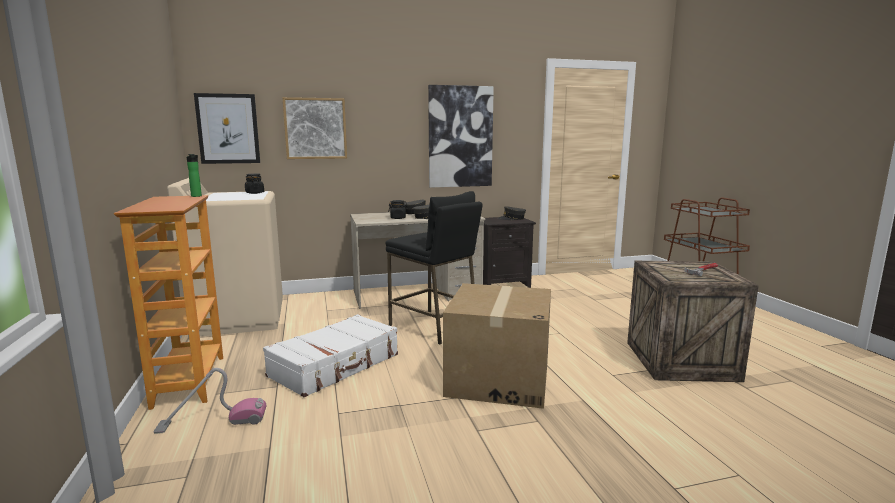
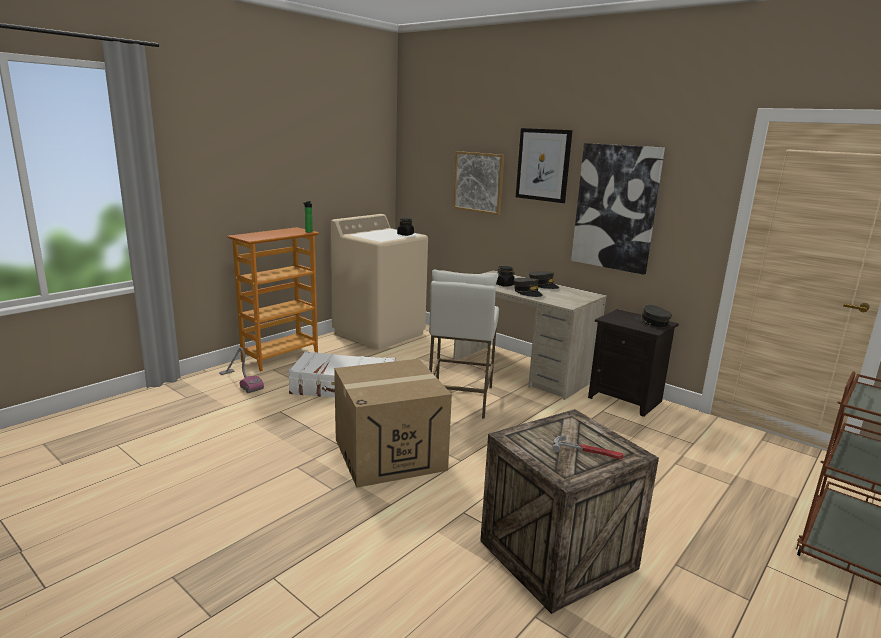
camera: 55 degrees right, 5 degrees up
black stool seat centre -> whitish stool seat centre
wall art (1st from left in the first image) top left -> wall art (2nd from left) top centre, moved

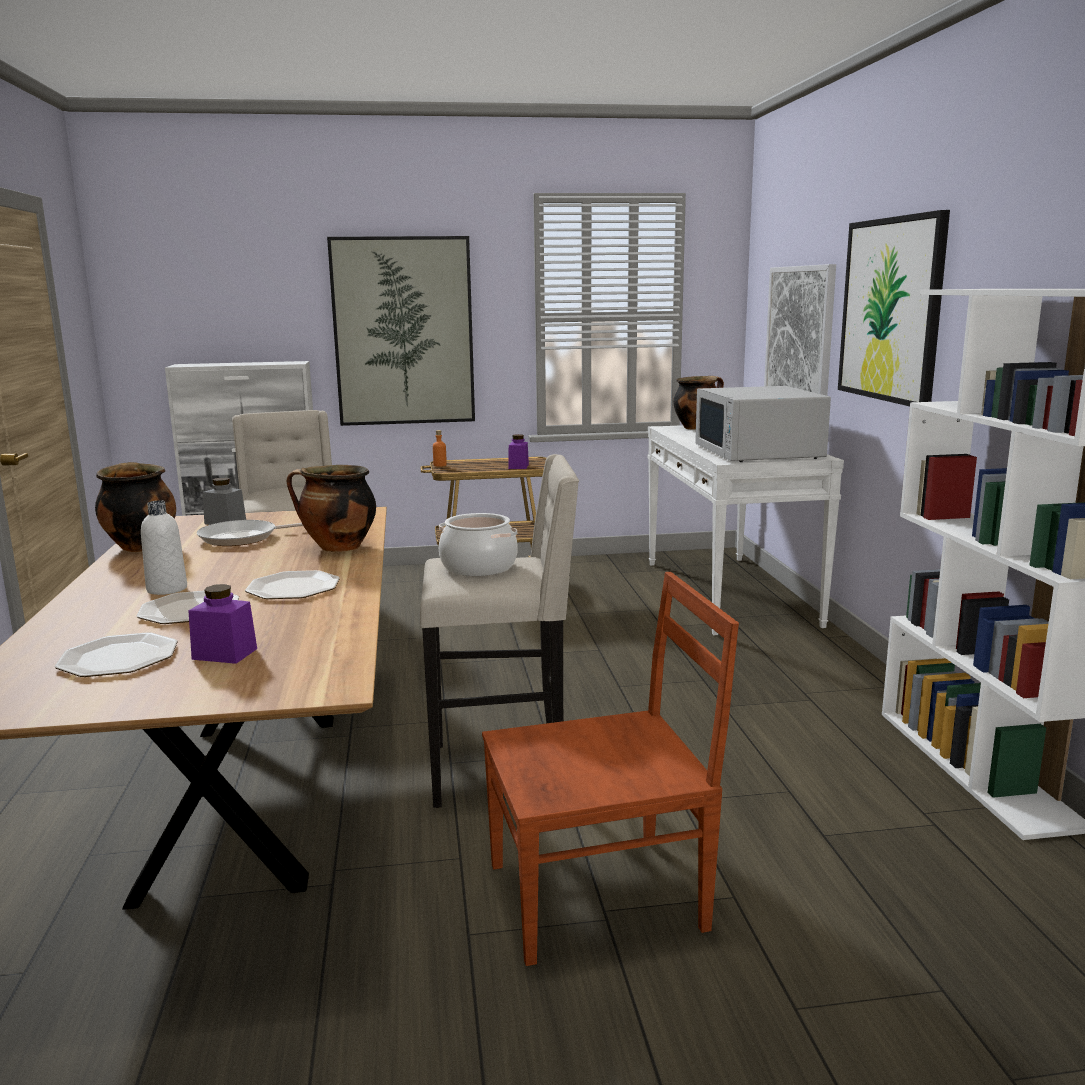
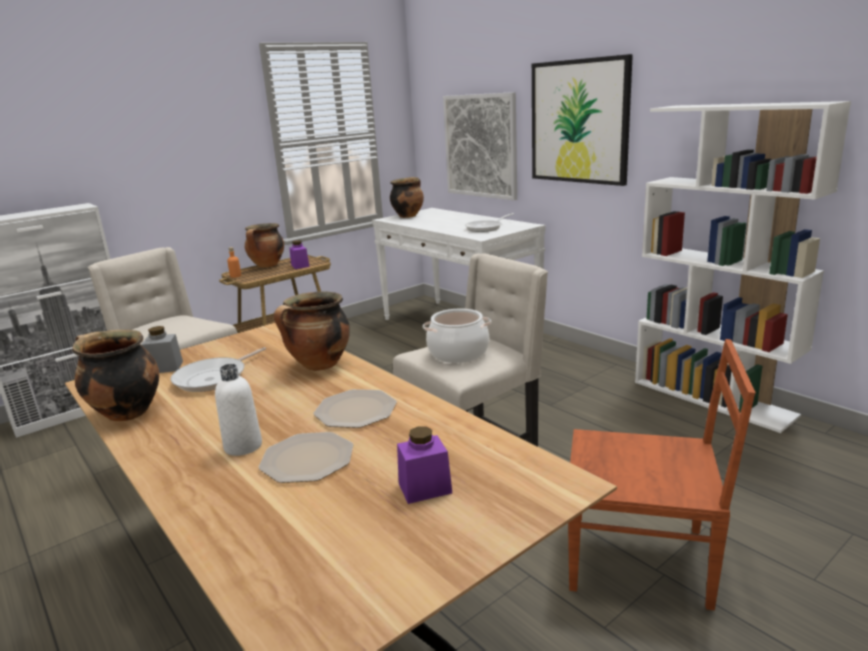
camera: 30 degrees left, 5 degrees up
none -> cooking pot (2nd from left) middle left
whitish microwave oven middle right -> frying pan (2nd from left) centre
brownish chair bottom centre -> brownish chair bottom right, 60 degrees clockwise
plate (1st from left) middle left -> none
wall art (1st from left) top centre -> none

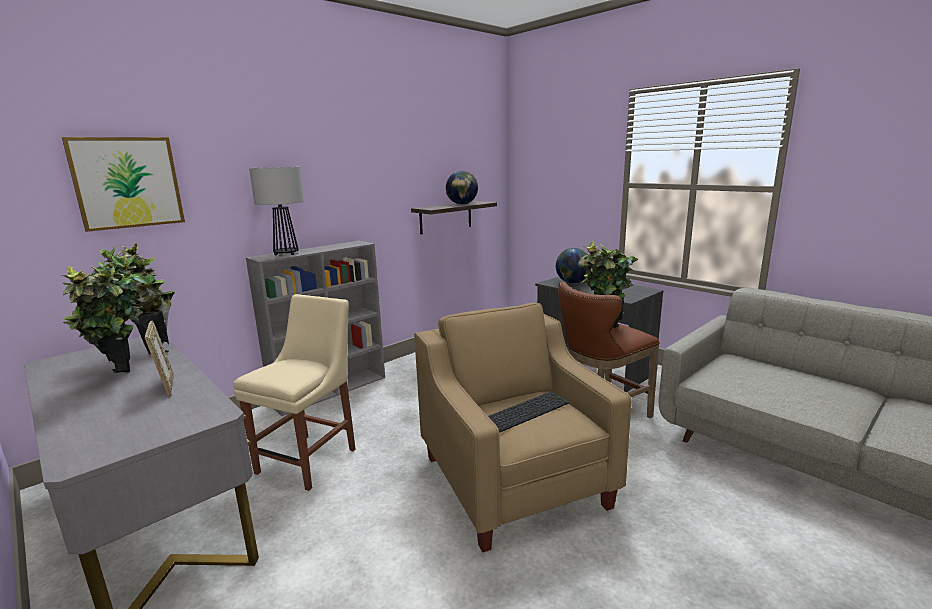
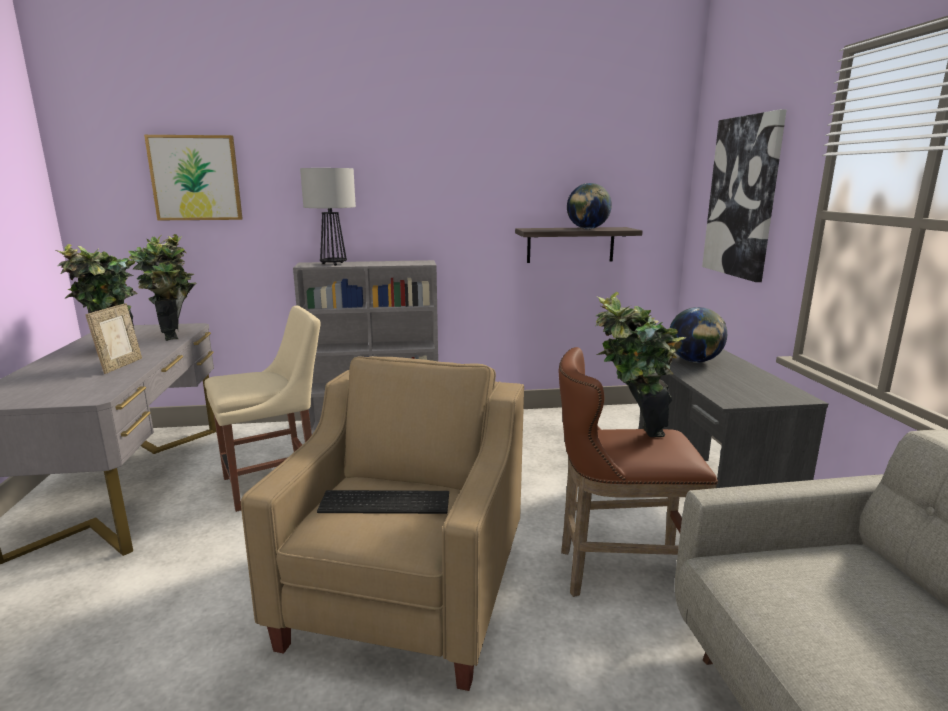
camera: 35 degrees right, 0 degrees up
none -> wall art (2nd from left) top right

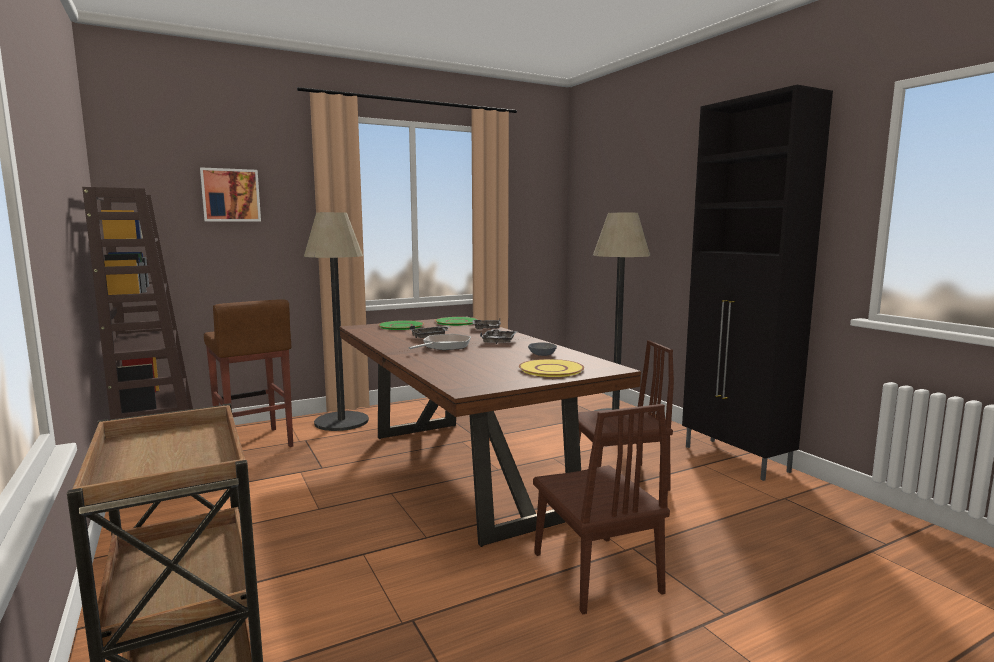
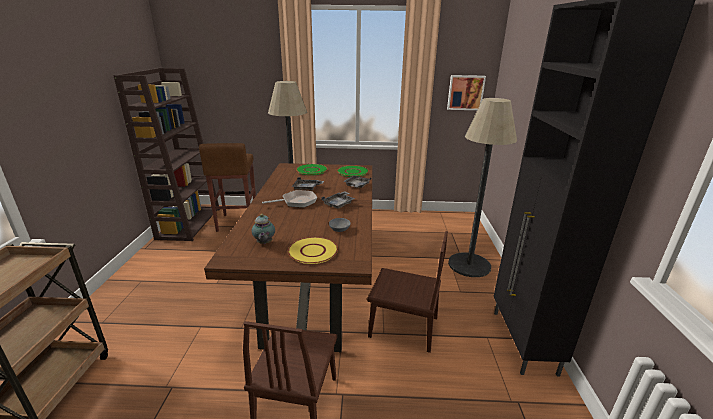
camera: 30 degrees right, 15 degrees up
none -> teapot centre
wall art top left -> wall art top centre, moved

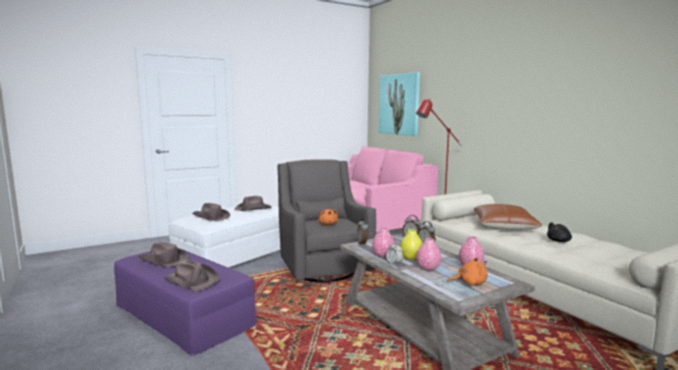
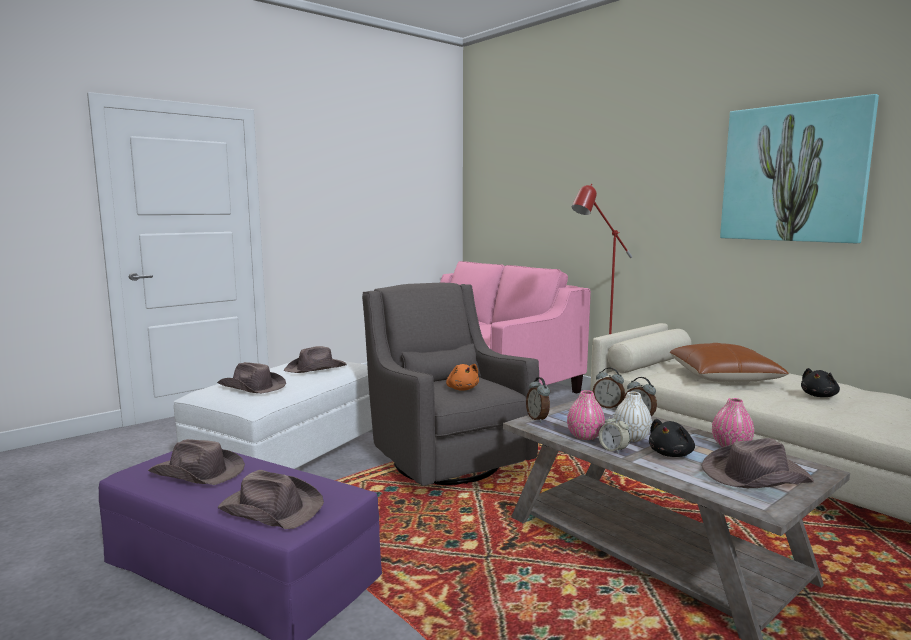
camera: 10 degrees left, 0 degrees up
yellowish decorative vase centre -> whitish decorative vase middle right
pink decorative vase (2nd from left) bottom centre -> black cuddly toy (1st from left) bottom right
orange-coloured cuddly toy (2nd from left) bottom right -> brownish hat (5th from left) bottom right
wall art top centre -> wall art top right, moved

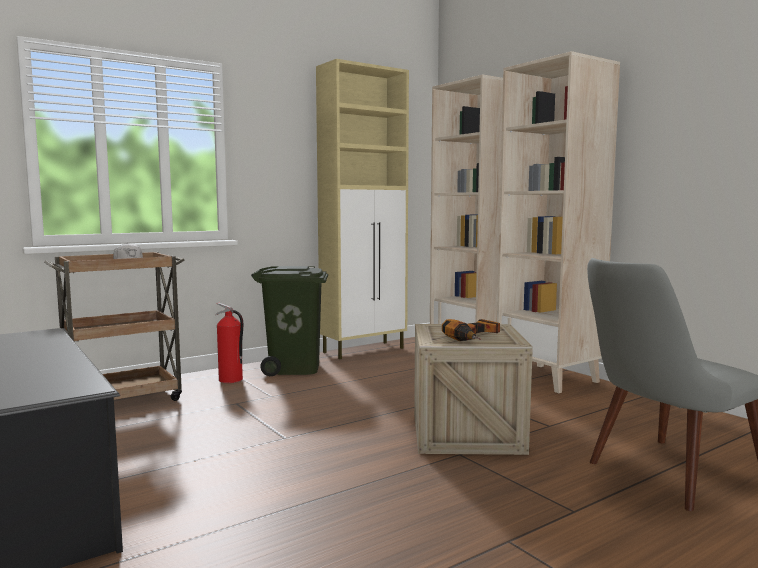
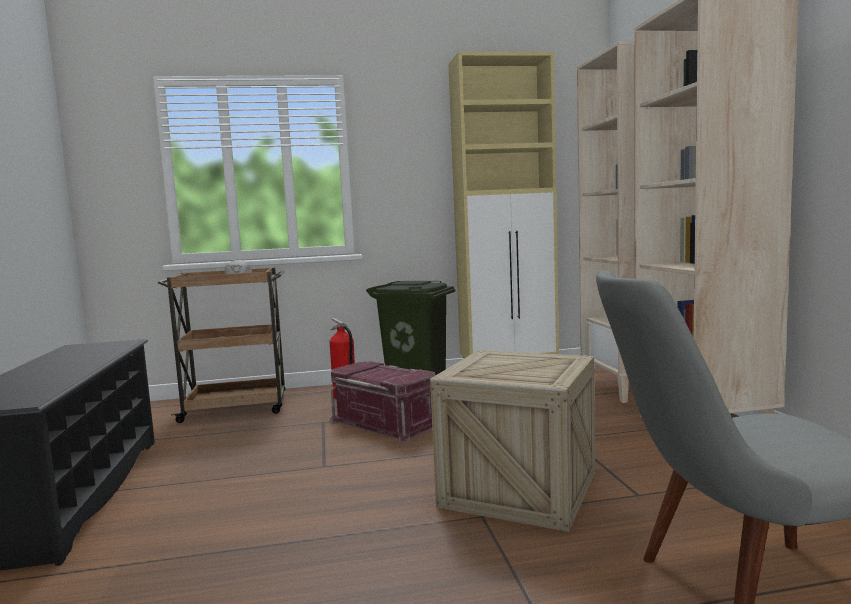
camera: 25 degrees right, 0 degrees up
none -> reddish storage box centre
electric drill centre -> none

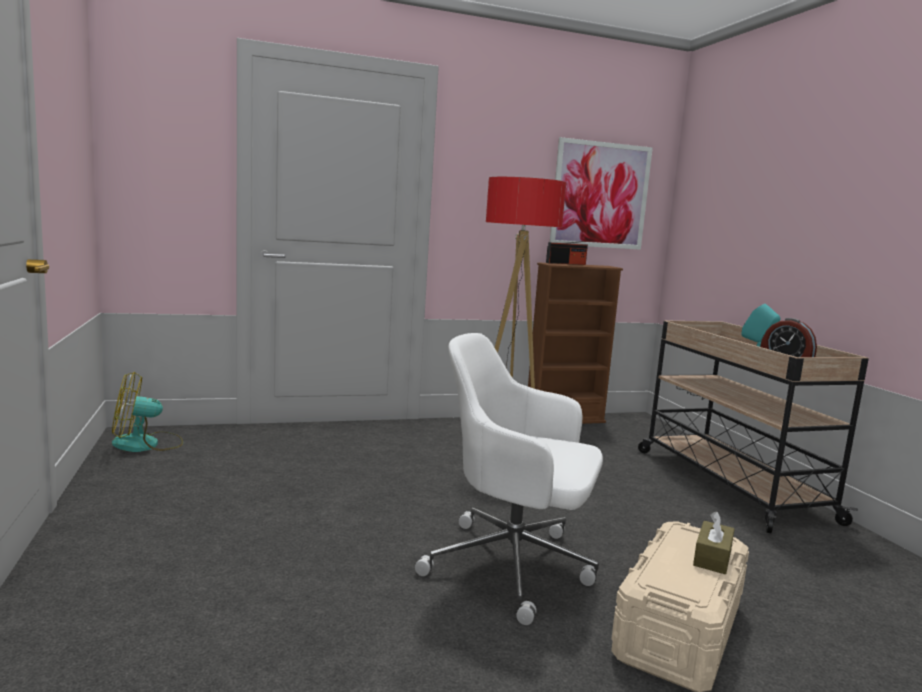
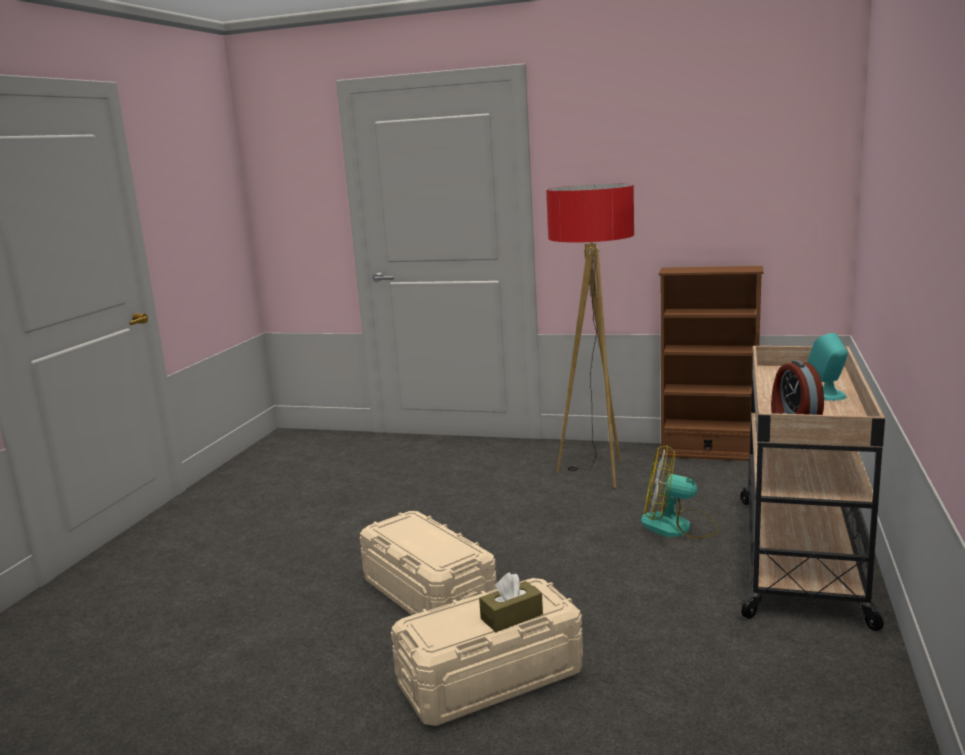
camera: 35 degrees right, 5 degrees up
whitish office chair bottom centre -> beige-coloured storage box (1st from left) bottom centre
electric fan middle left -> electric fan middle right, moved
radio set centre -> none
wall art top centre -> none

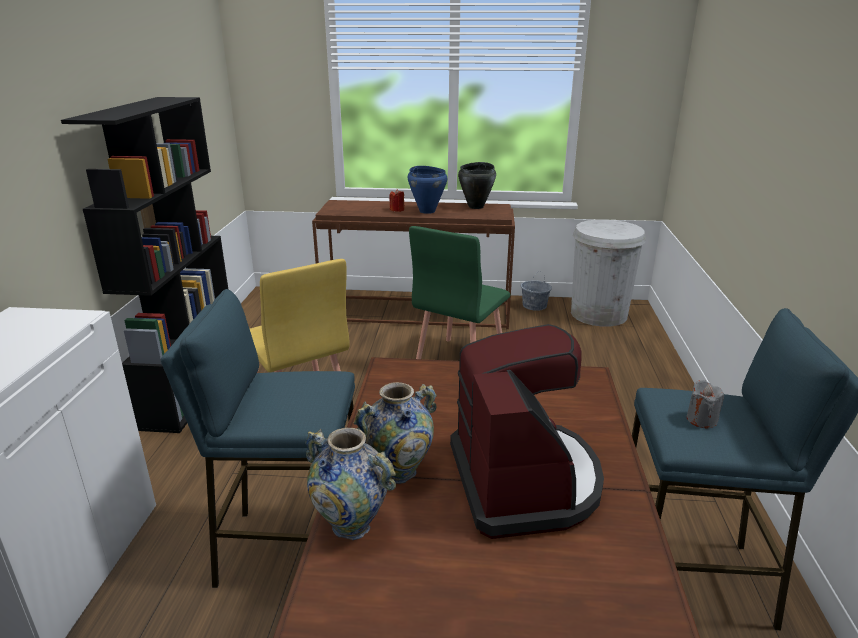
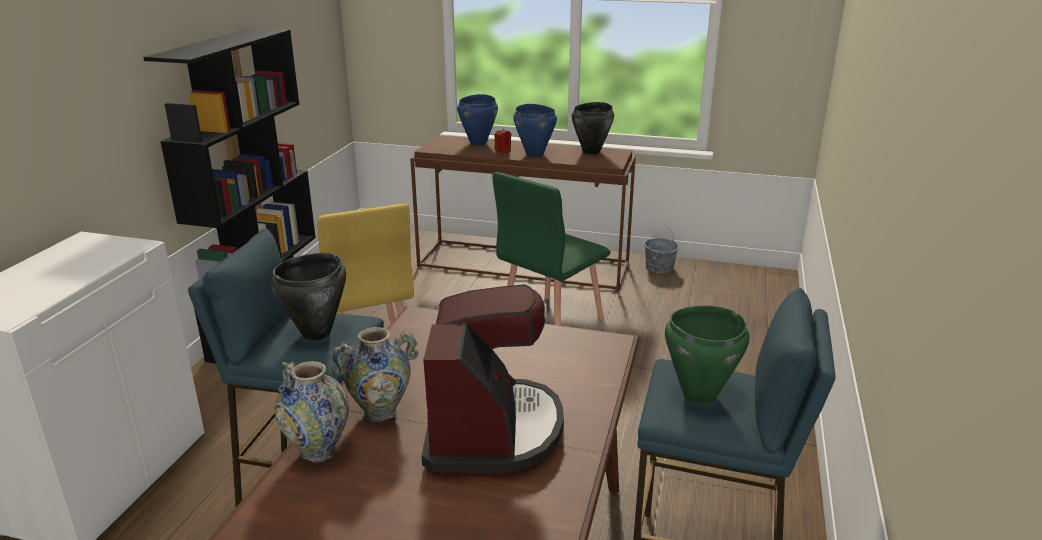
camera: 10 degrees right, 0 degrees up
none -> black cooking pot (1st from left) middle left
none -> blue cooking pot (1st from left) top centre
grey wax light middle right -> green cooking pot middle right
whitish waste bin middle right -> none

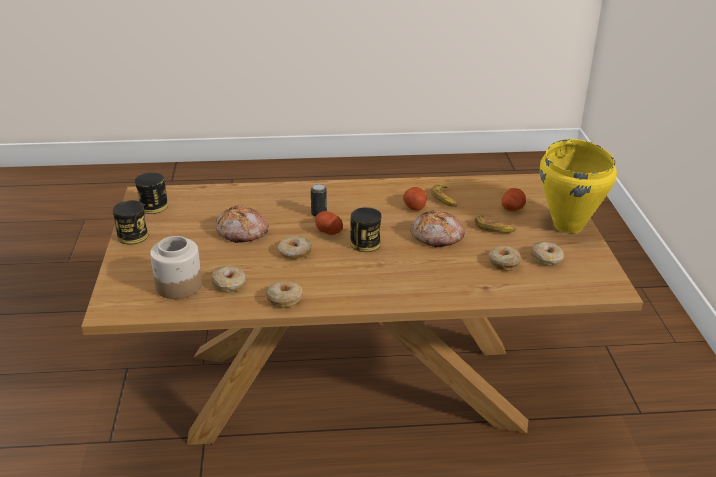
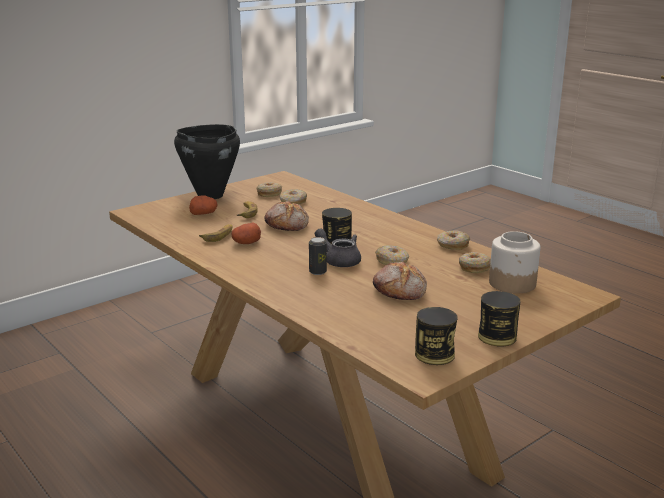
camera: 125 degrees left, 10 degrees down
yellowish cooking pot middle right -> black cooking pot top left
whole potato (1st from left) centre -> grey teapot centre

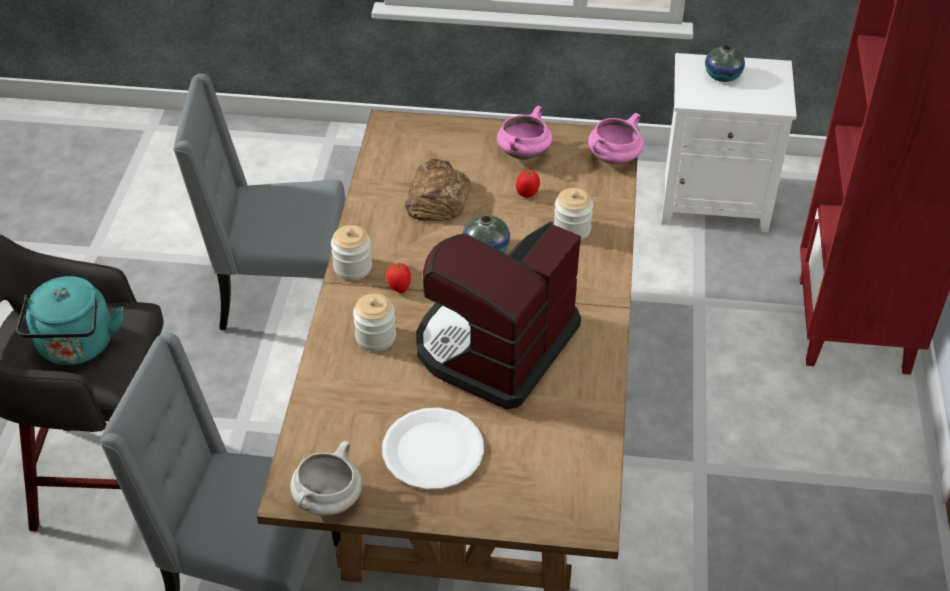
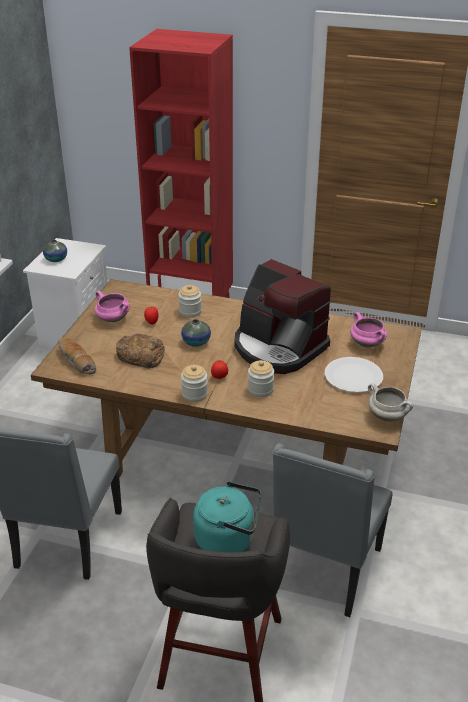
camera: 80 degrees left, 10 degrees down
none -> baked bread (1st from left) middle left
pink cooking pot (2nd from left) top centre -> pink cooking pot (2nd from left) middle right, moved

